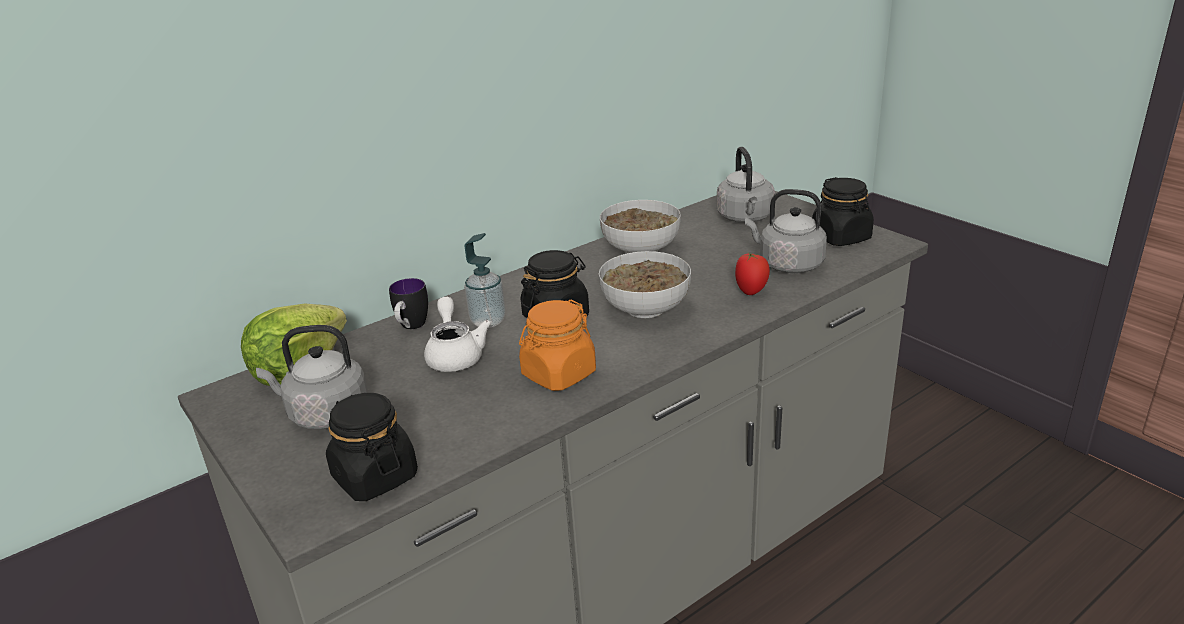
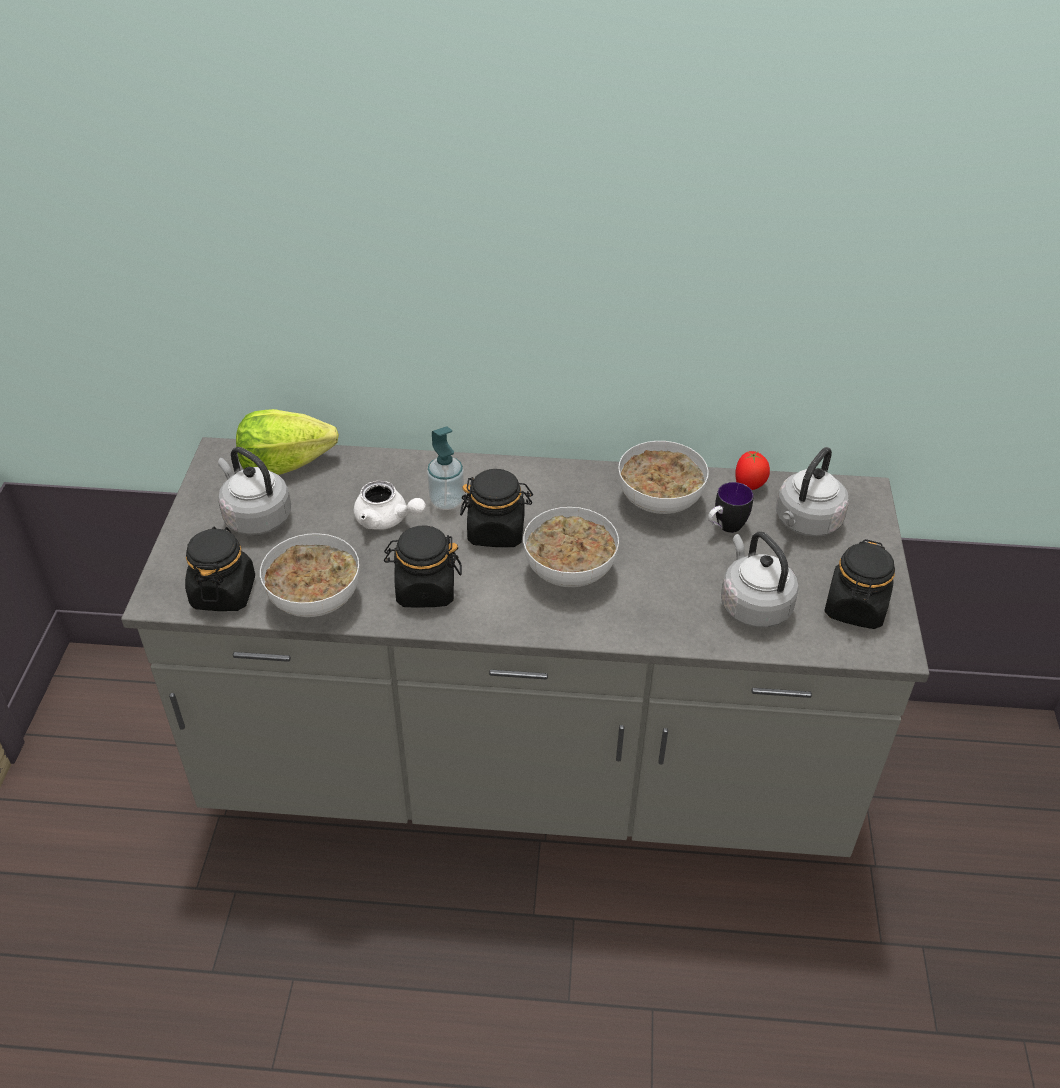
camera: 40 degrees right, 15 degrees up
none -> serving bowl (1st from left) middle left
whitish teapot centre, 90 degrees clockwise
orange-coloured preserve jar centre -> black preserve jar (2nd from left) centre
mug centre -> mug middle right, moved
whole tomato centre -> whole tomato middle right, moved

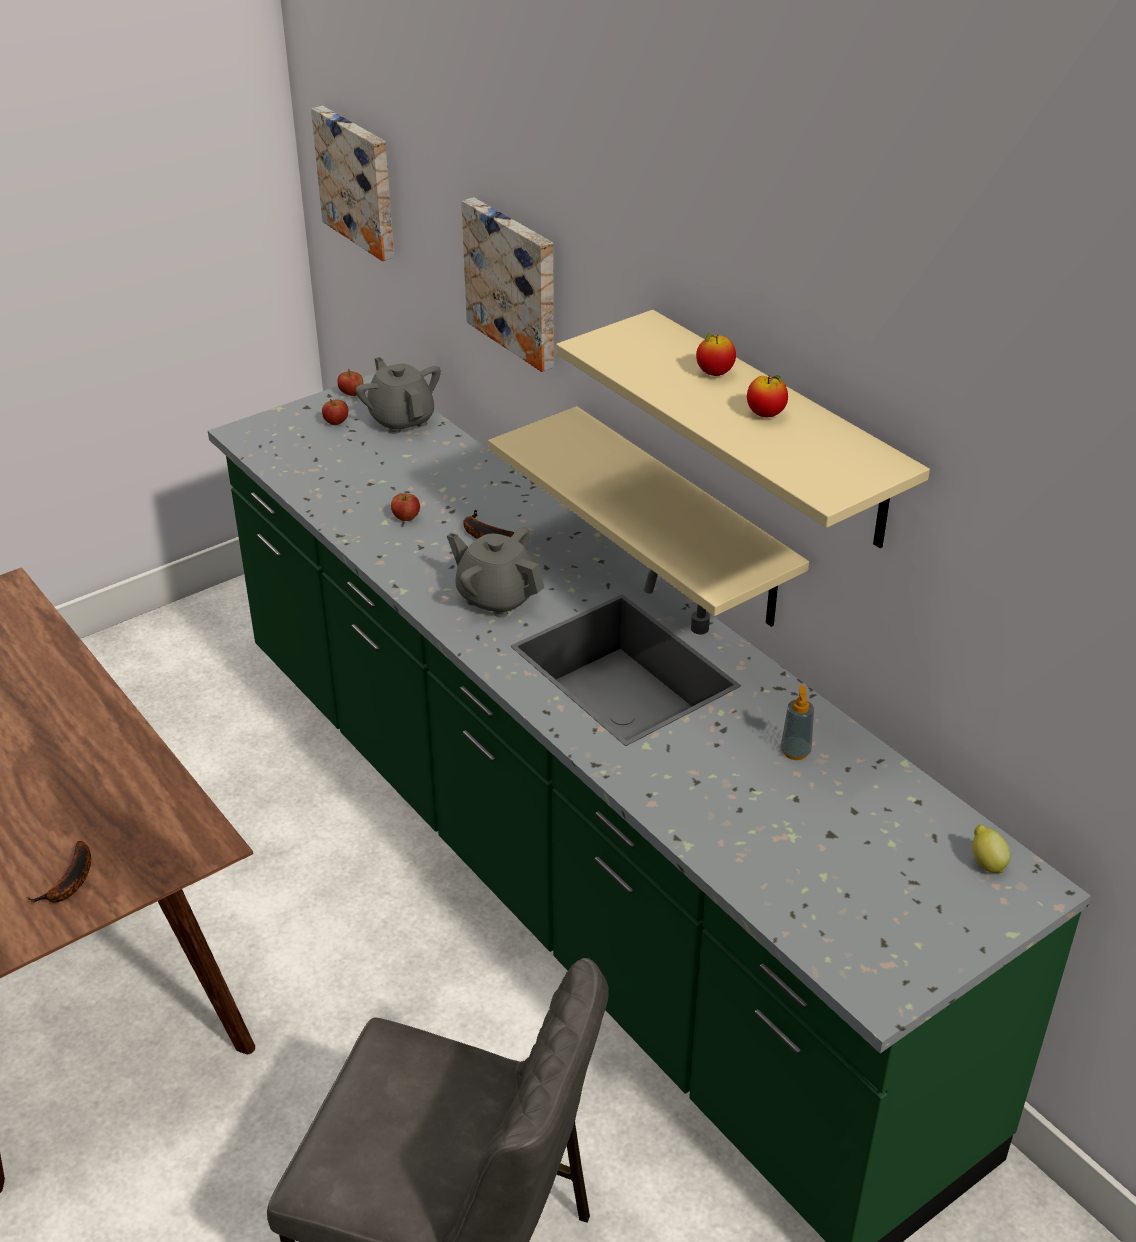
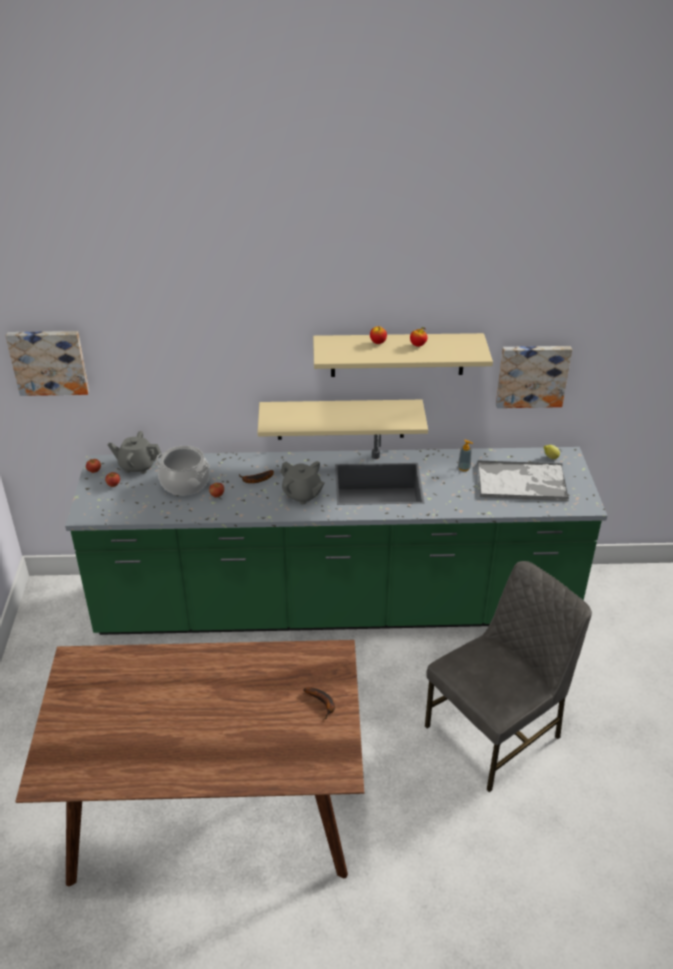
camera: 55 degrees left, 0 degrees up
none -> cooking pot middle left
grey teapot (2nd from left) centre, 120 degrees counterclockwise
none -> serving tray middle right
wall art (2nd from left) top centre -> wall art (2nd from left) middle right, moved

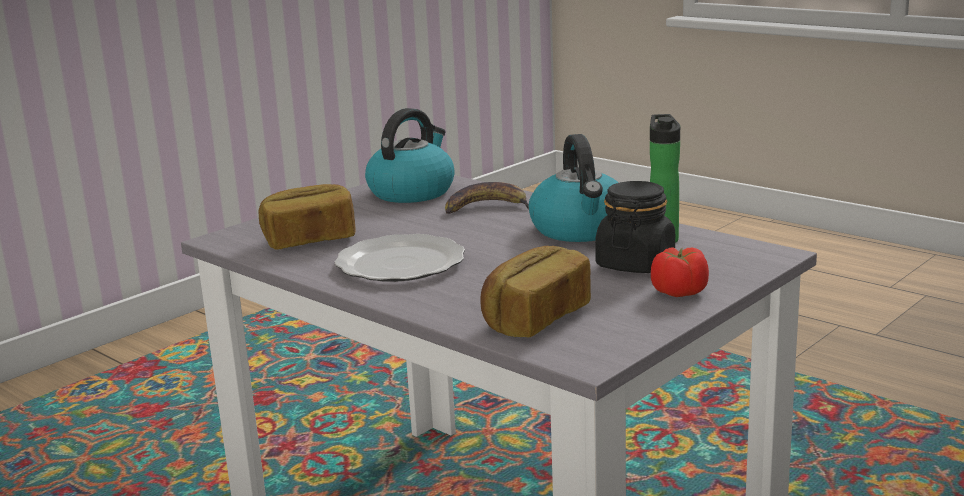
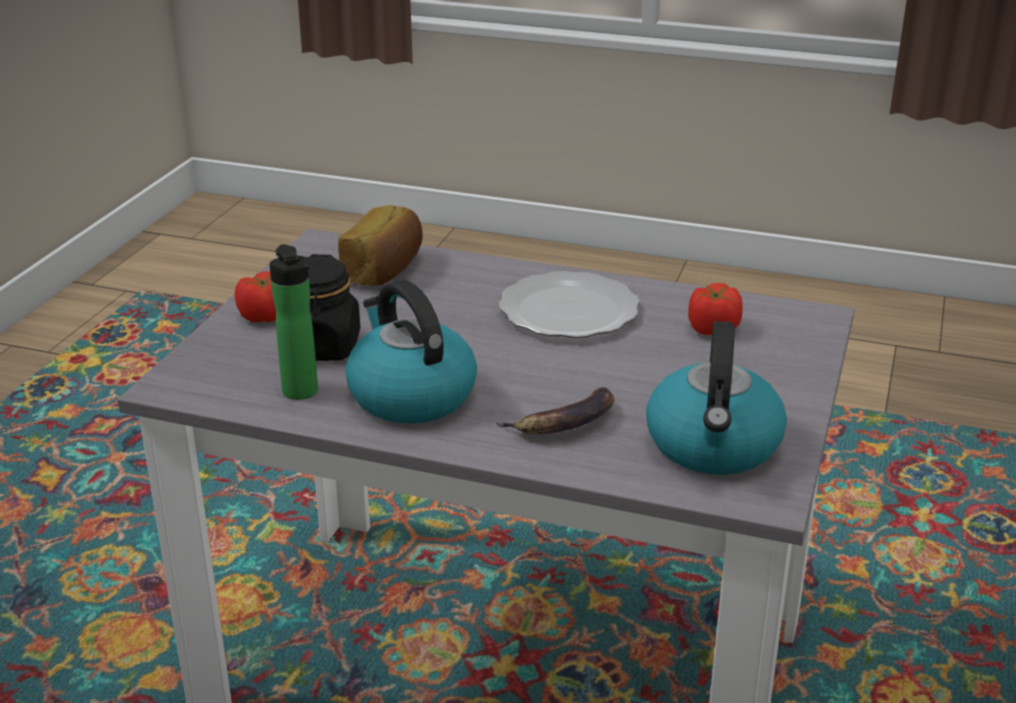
camera: 155 degrees right, 10 degrees up
baked bread (1st from left) middle left -> whole tomato (2nd from left) middle right

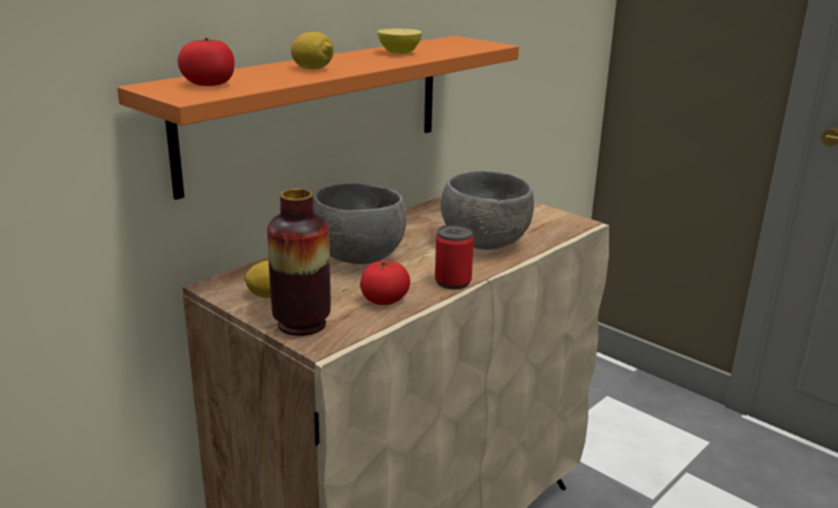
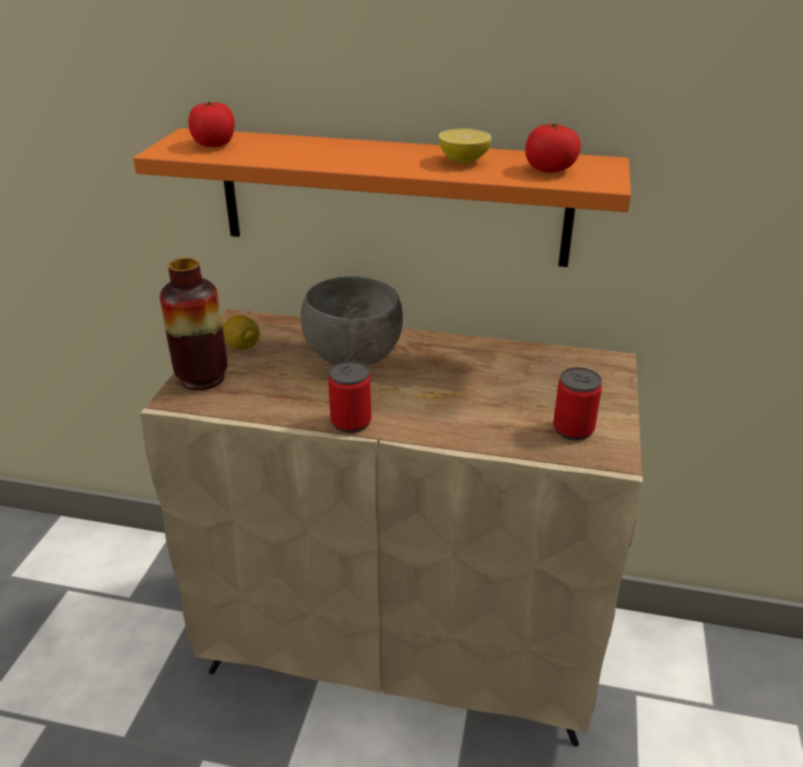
camera: 60 degrees right, 10 degrees up
whole tomato (2nd from left) centre -> whole tomato (2nd from left) top right, moved
none -> sealed can (2nd from left) middle right
whole lemon (2nd from left) top centre -> none
grey serving bowl (2nd from left) centre -> none

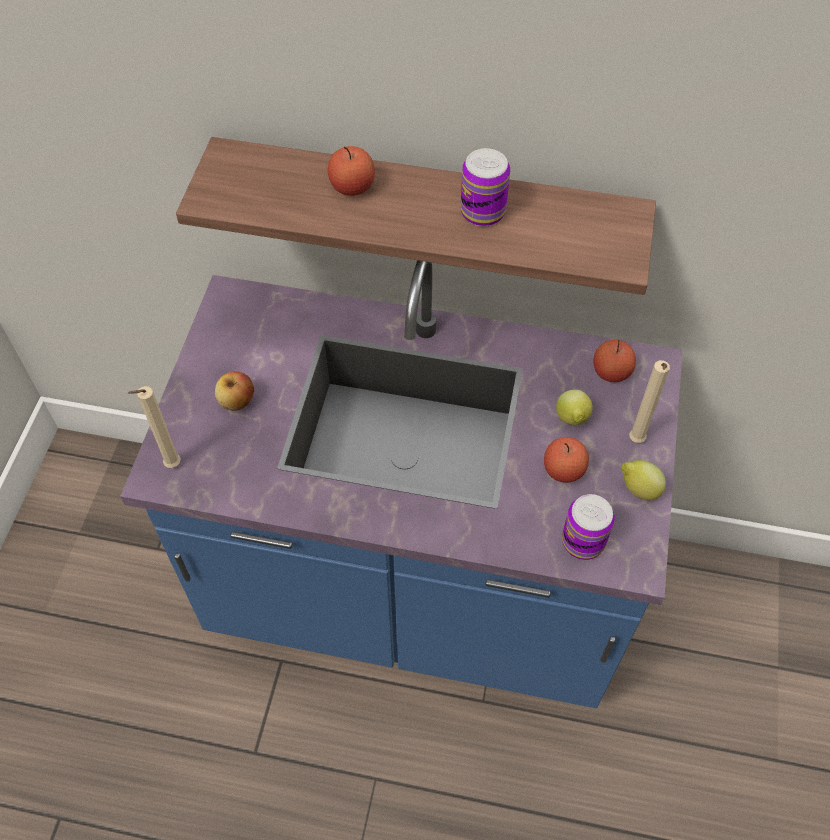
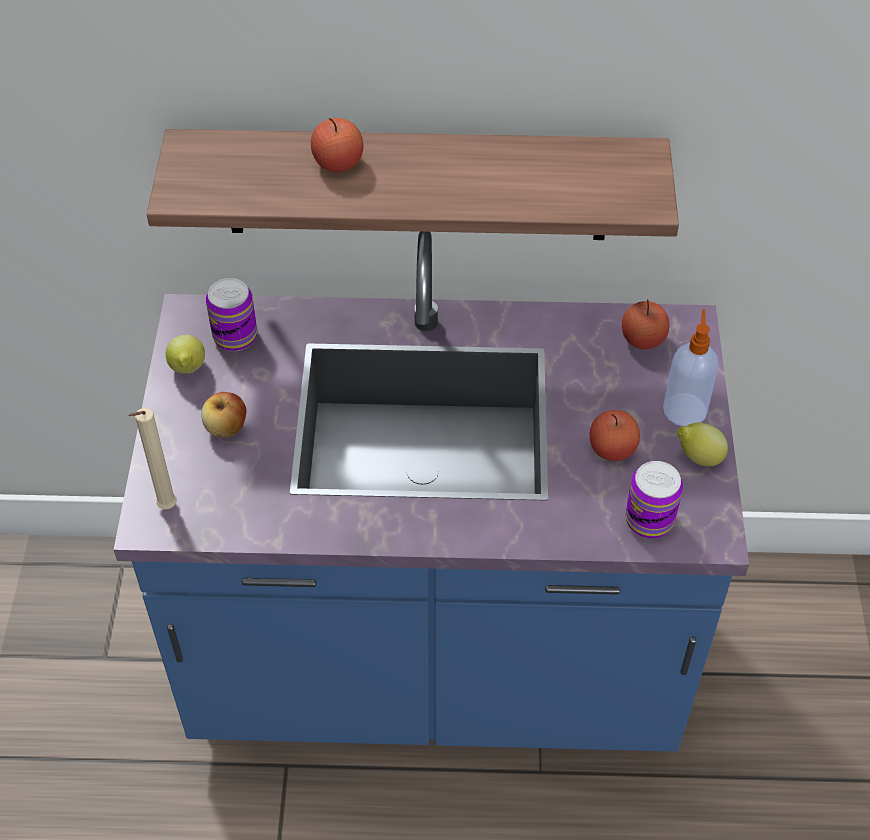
camera: 10 degrees left, 5 degrees down
whole lemon (1st from left) middle right -> whole lemon (1st from left) middle left, moved
sealed can (1st from left) top centre -> sealed can (1st from left) middle left, moved
beige-coloured wax light (2nd from left) middle right -> soap bottle middle right

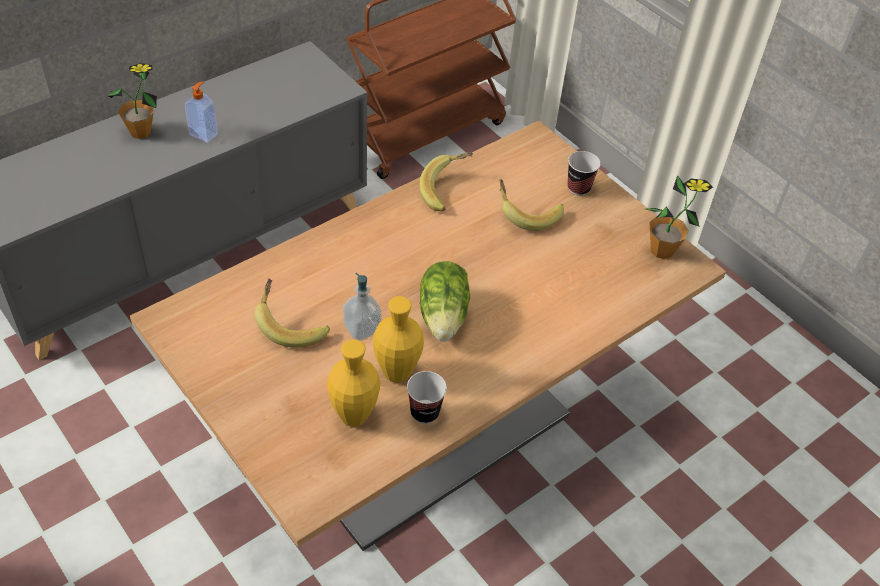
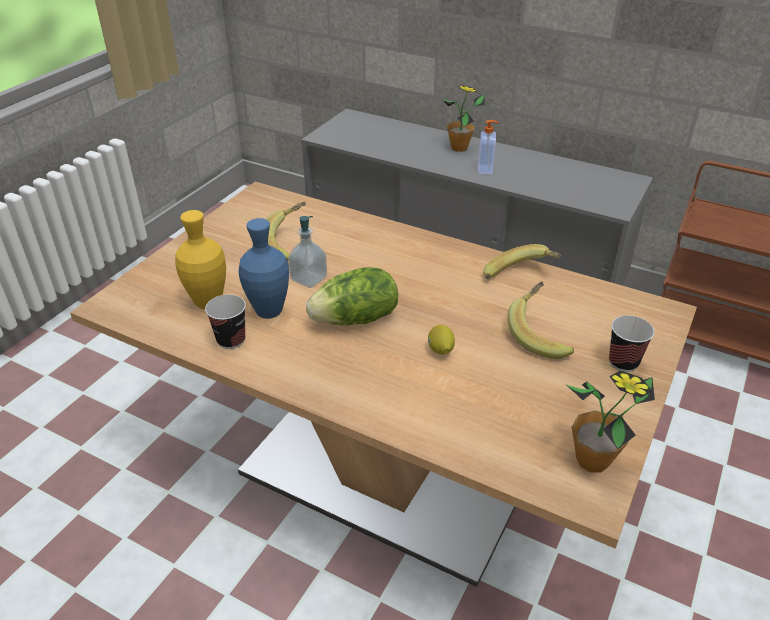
camera: 70 degrees right, 10 degrees down
yellowish decorative vase (2nd from left) centre -> blue decorative vase centre
none -> whole lemon centre

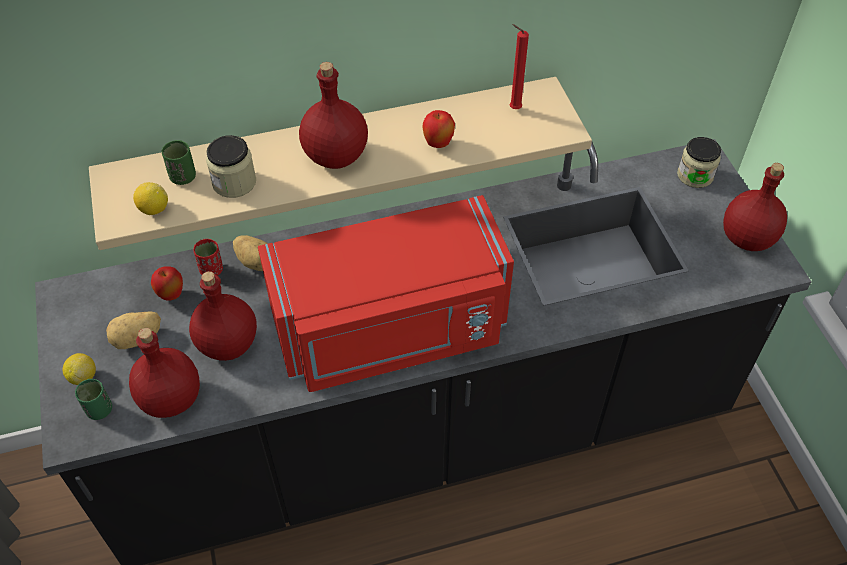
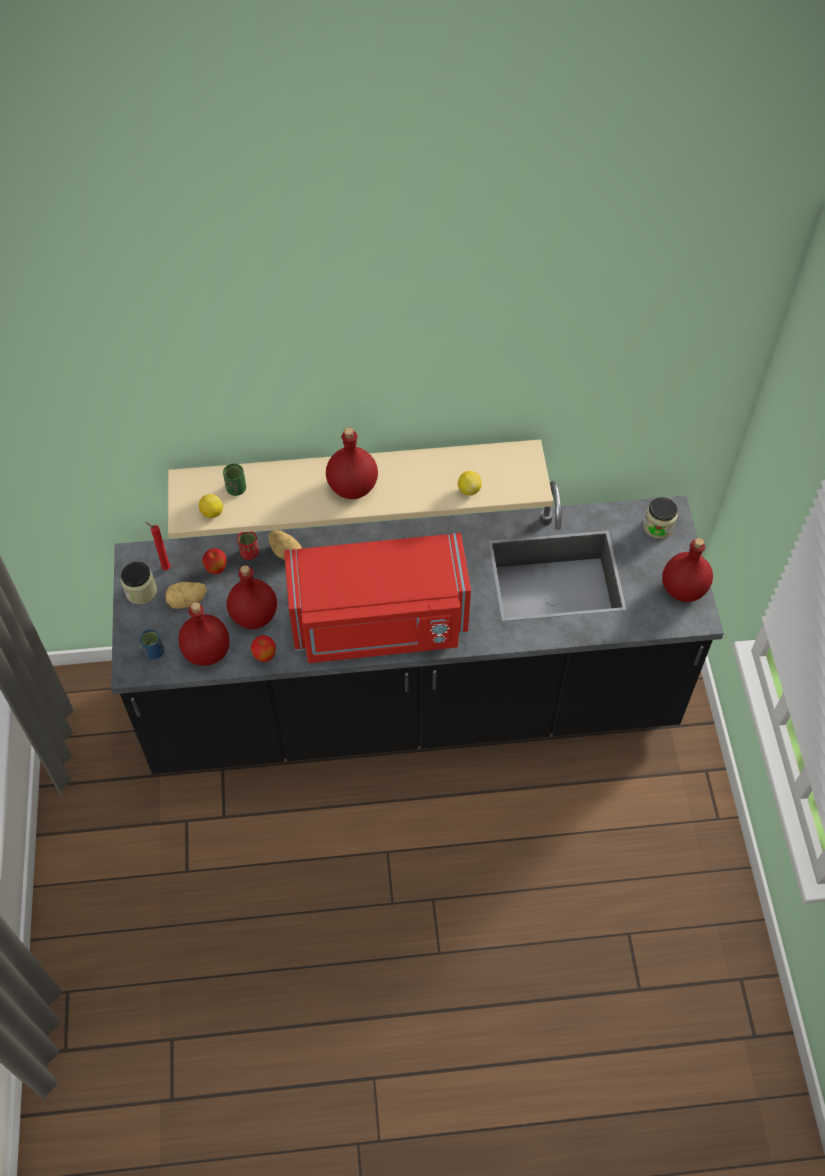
camera: 10 degrees right, 5 degrees up
preserve jar (1st from left) top left -> preserve jar (1st from left) middle left, moved
green small cup (1st from left) bottom left -> blue small cup middle left
reddish wax light top centre -> reddish wax light middle left, moved
apple fruit (2nd from left) top centre -> apple fruit (2nd from left) middle left, moved
whole lemon (1st from left in the first image) middle left -> whole lemon (2nd from left) centre, moved

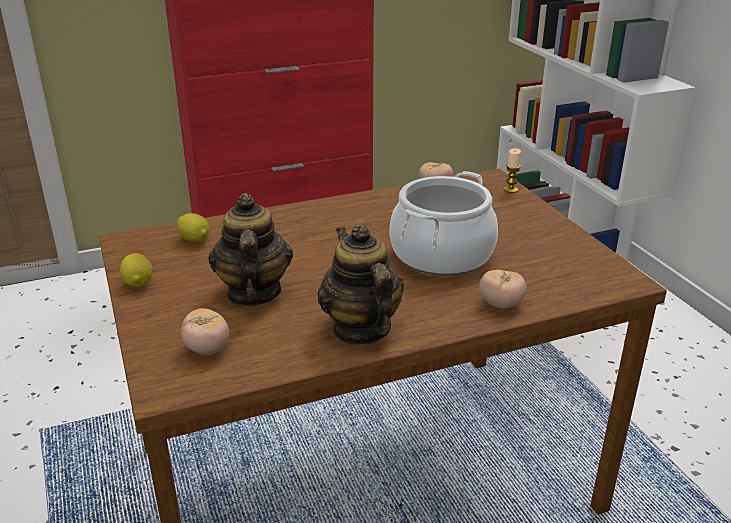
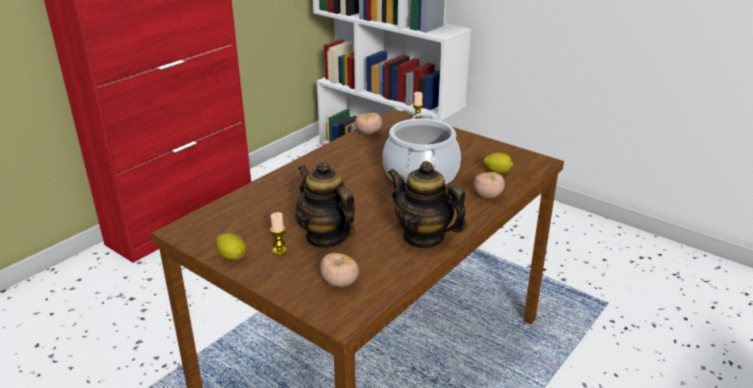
camera: 30 degrees left, 0 degrees up
none -> wax light (1st from left) centre
whole lemon (2nd from left) middle left -> whole lemon (2nd from left) centre, moved

